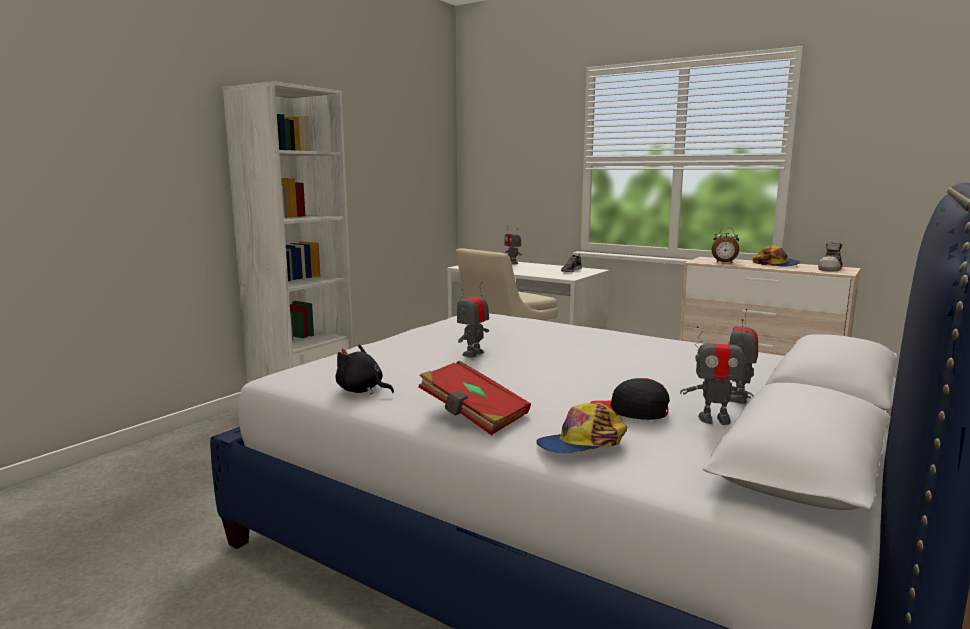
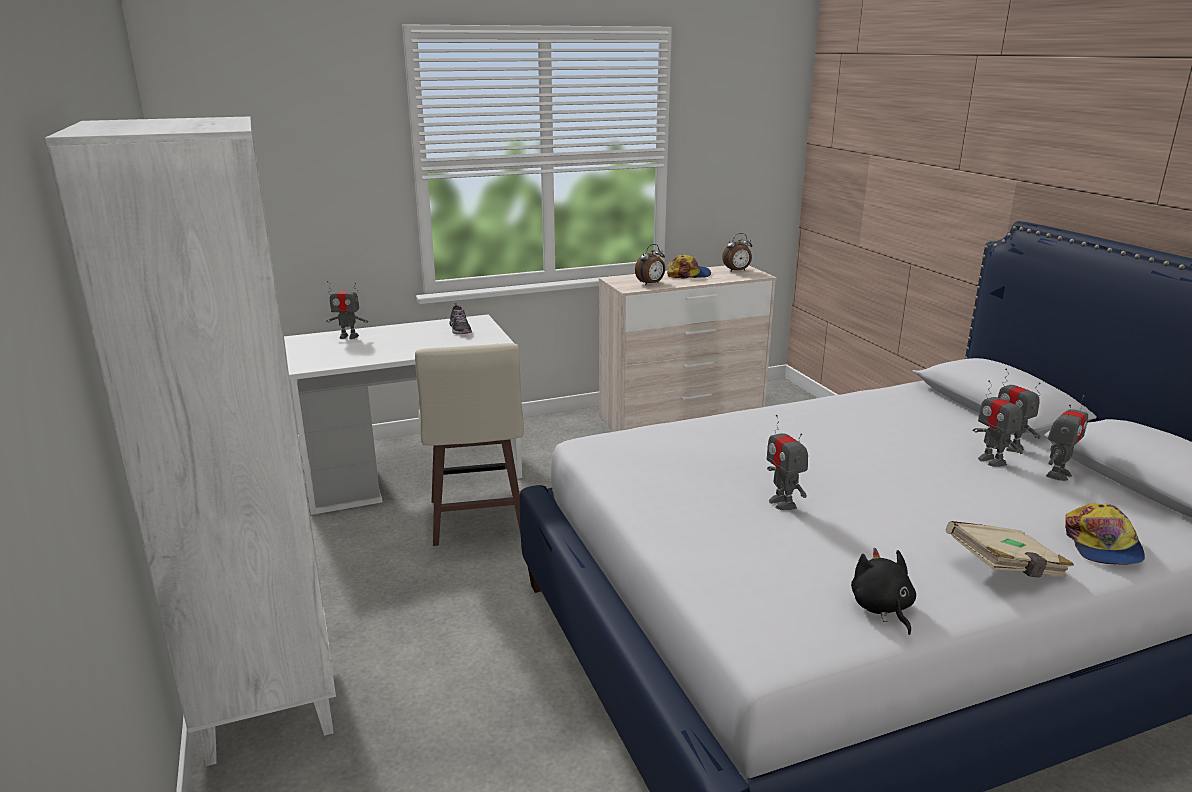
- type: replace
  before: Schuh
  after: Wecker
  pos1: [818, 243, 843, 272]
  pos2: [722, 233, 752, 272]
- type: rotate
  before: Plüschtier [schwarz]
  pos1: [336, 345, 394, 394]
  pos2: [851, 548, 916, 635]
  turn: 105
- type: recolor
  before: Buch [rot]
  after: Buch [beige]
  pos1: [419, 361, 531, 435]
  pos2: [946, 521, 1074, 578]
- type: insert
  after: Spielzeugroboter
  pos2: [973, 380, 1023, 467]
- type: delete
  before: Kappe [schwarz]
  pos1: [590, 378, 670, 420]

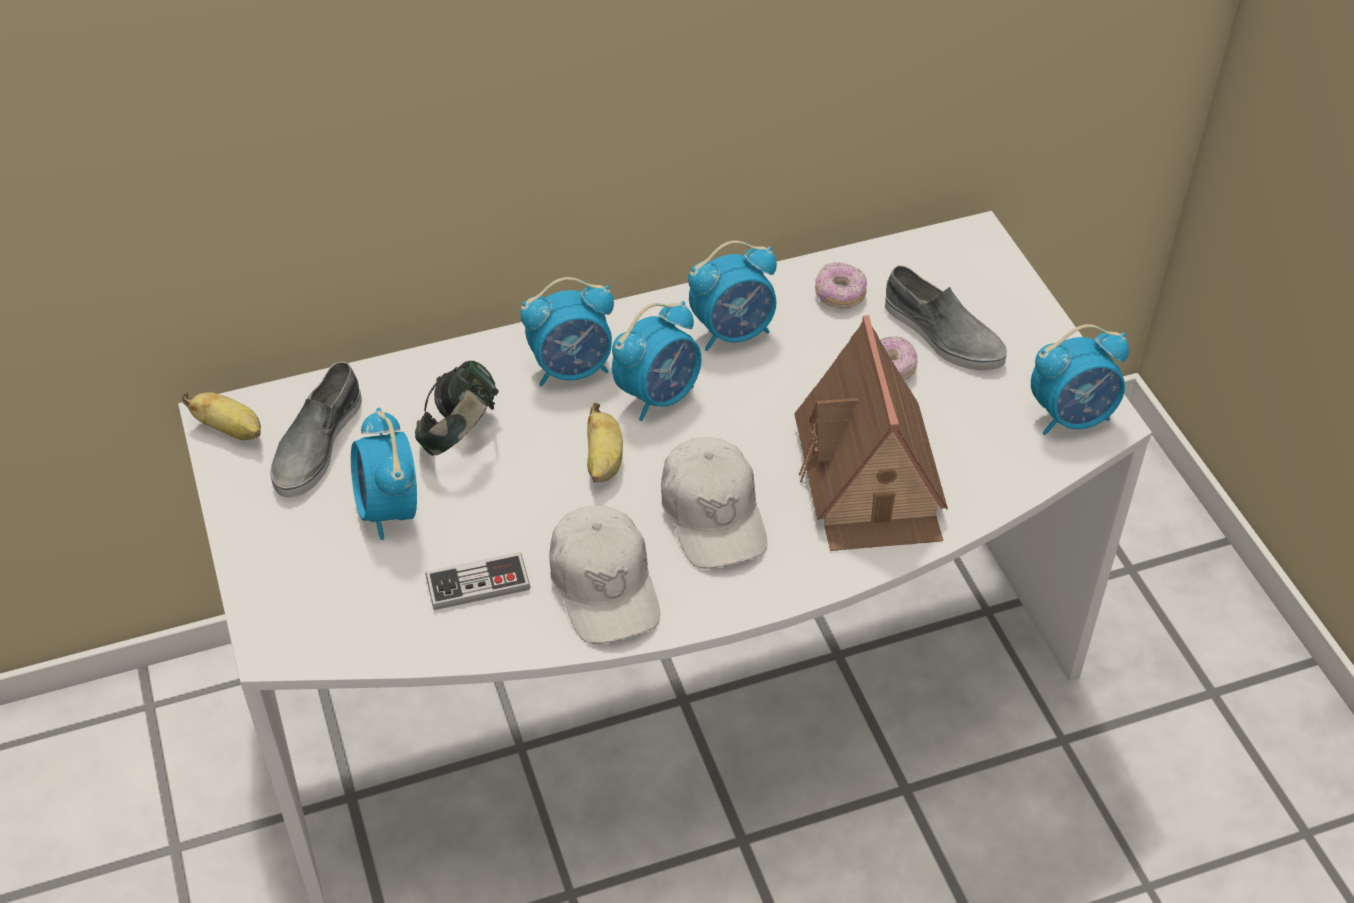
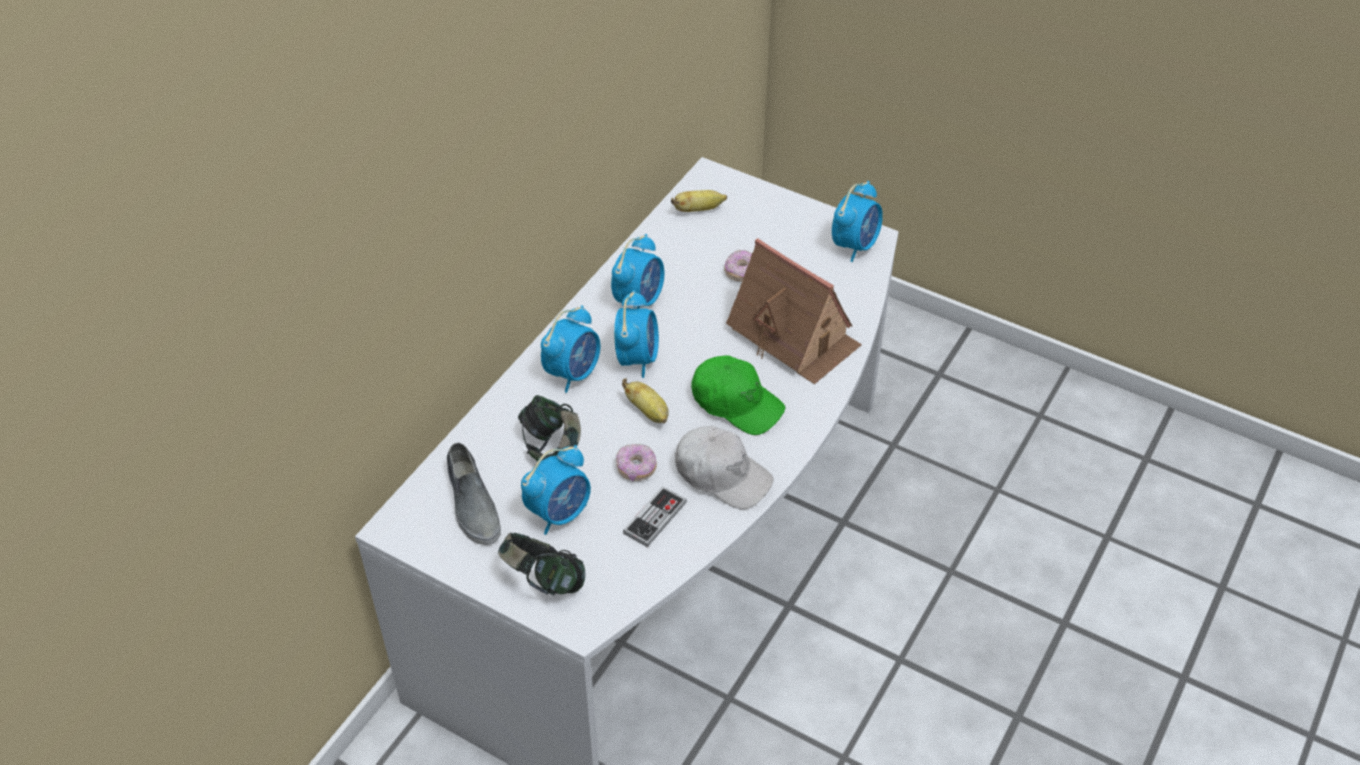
- type: insert
  after: Kopfhörer
  pos2: [498, 533, 585, 595]
- type: rotate
  before: Wecker
  pos1: [351, 408, 417, 540]
  pos2: [521, 445, 591, 535]
  turn: -75
- type: move
  before: Donut
  pos1: [815, 262, 867, 308]
  pos2: [616, 444, 657, 481]
- type: move
  before: Banane
  pos1: [182, 392, 261, 440]
  pos2: [671, 190, 727, 212]
- type: recolor
  before: Kappe [weiß]
  after: Kappe [grün]
  pos1: [661, 437, 767, 569]
  pos2: [691, 355, 785, 435]
- type: delete
  before: Schuh [grau]
  pos1: [885, 265, 1007, 370]

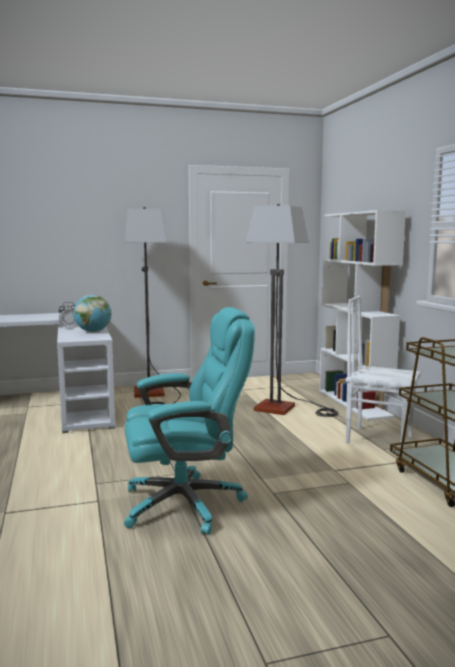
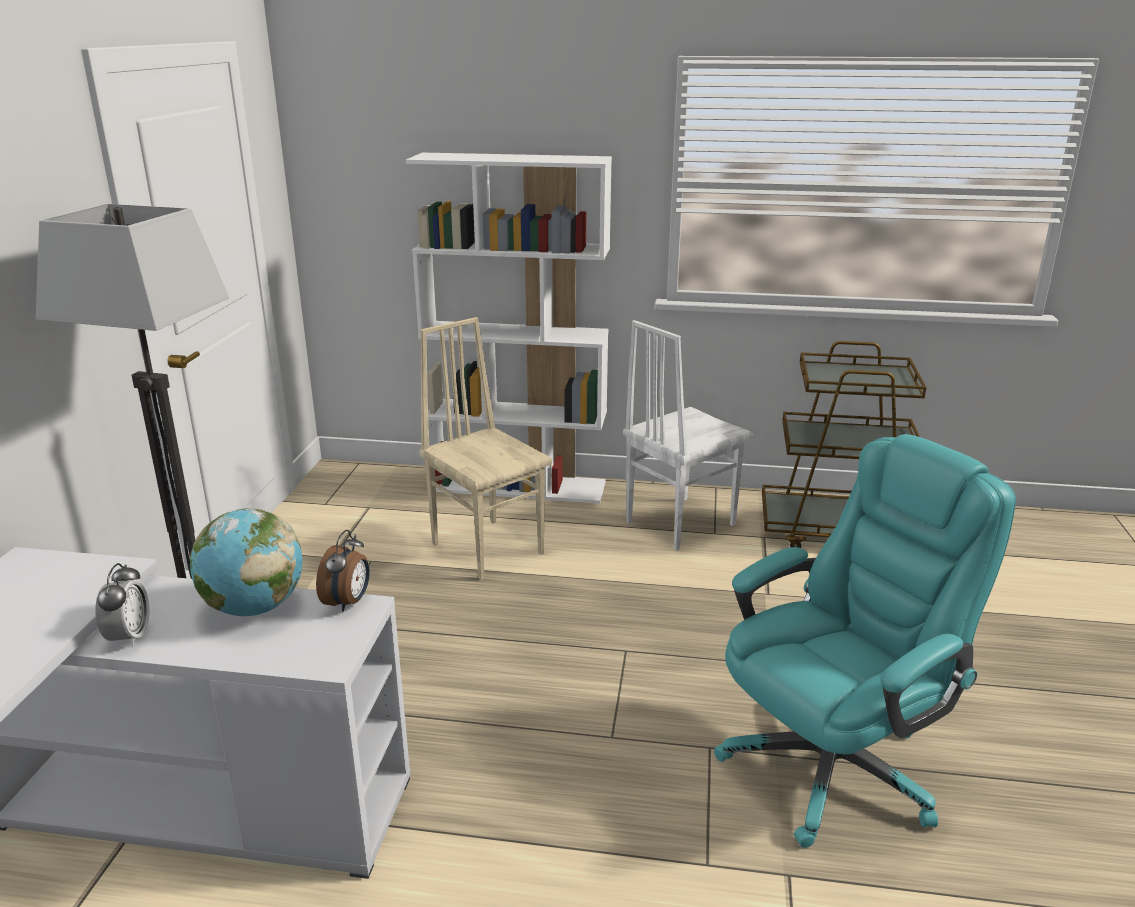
- type: insert
  after: Wecker
  pos2: [316, 530, 370, 612]
- type: replace
  before: Stehlampe
  after: Stuhl [beige]
  pos1: [245, 204, 339, 417]
  pos2: [419, 317, 552, 580]
- type: rotate
  before: Bürostuhl [türkis]
  pos1: [124, 307, 255, 535]
  pos2: [714, 434, 1016, 848]
  turn: 45

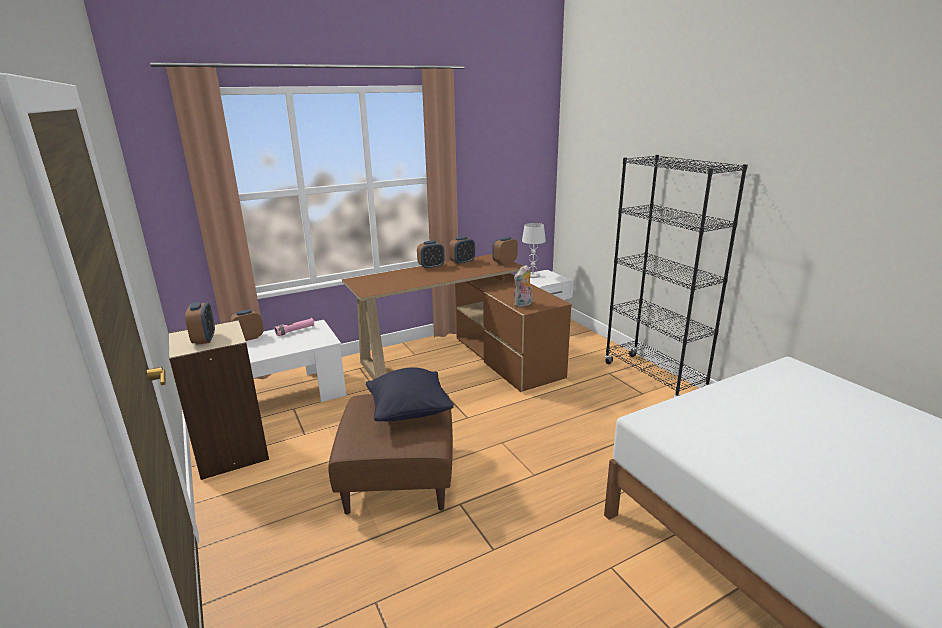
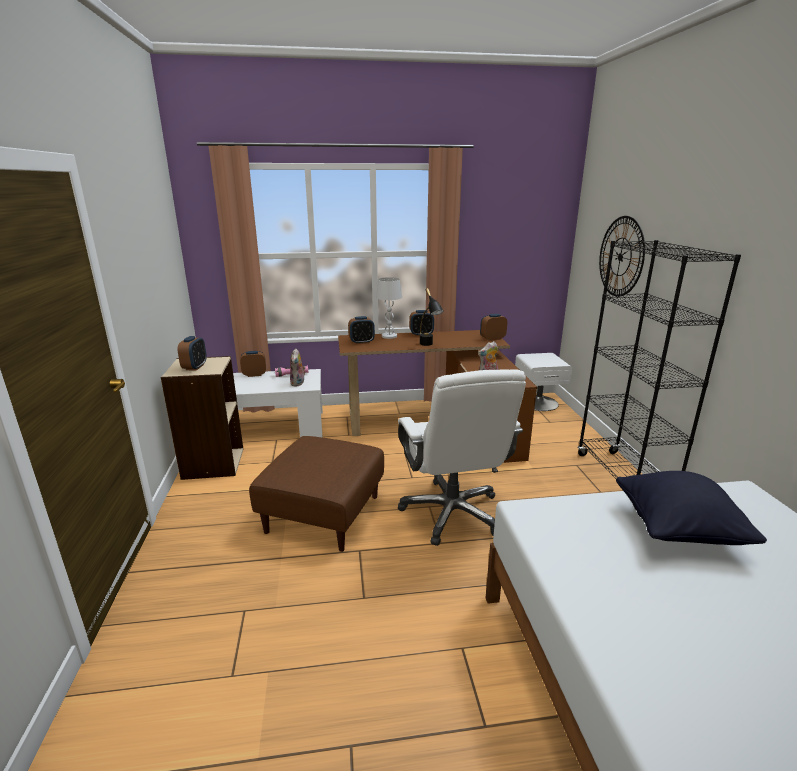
- type: insert
  after: Plüschtier
  pos2: [290, 348, 306, 386]
- type: move
  before: Wecker
  pos1: [449, 236, 475, 265]
  pos2: [348, 316, 375, 344]
- type: move
  before: Tischlampe [weiß]
  pos1: [522, 223, 546, 278]
  pos2: [376, 277, 402, 339]
- type: insert
  after: Bürostuhl [weiß]
  pos2: [398, 369, 526, 546]
- type: insert
  after: Tischlampe [schwarz]
  pos2: [420, 288, 444, 346]
- type: insert
  after: Wanduhr
  pos2: [599, 216, 645, 297]
- type: move
  before: Kissen [schwarz]
  pos1: [366, 367, 454, 421]
  pos2: [616, 471, 767, 545]

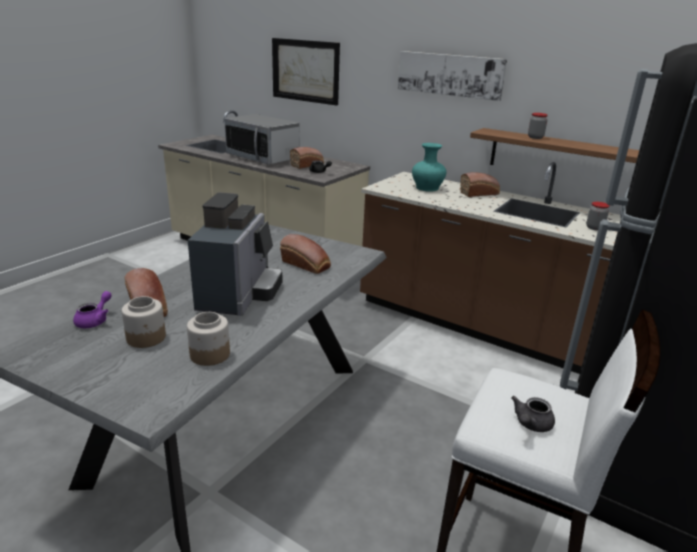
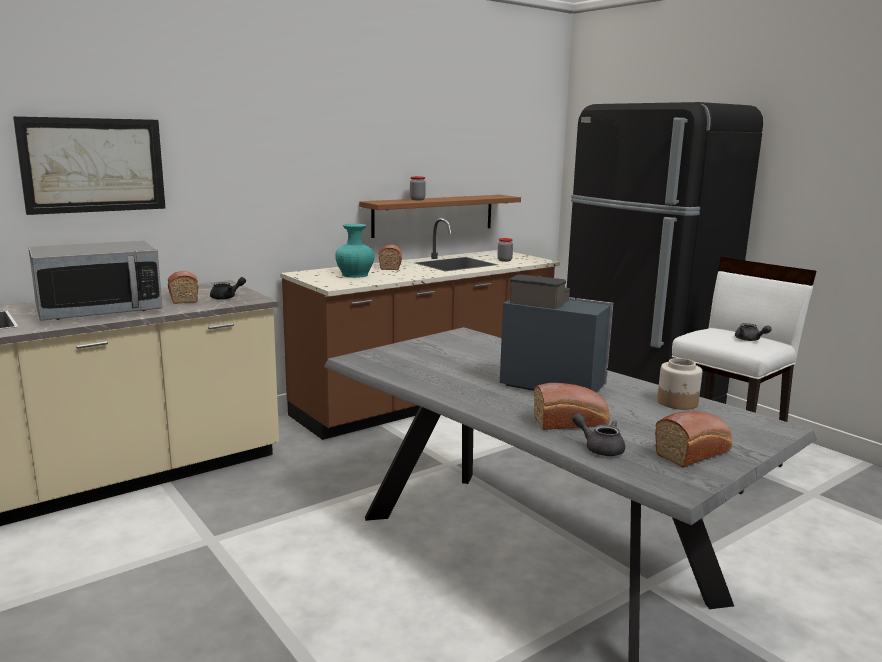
- type: recolor
  before: Teekanne [lila]
  after: Teekanne [grau]
  pos1: [73, 291, 112, 328]
  pos2: [572, 413, 625, 456]
- type: move
  before: Brot
  pos1: [280, 234, 331, 274]
  pos2: [655, 411, 732, 467]
- type: delete
  before: Vorratsglas
  pos1: [122, 296, 166, 348]
- type: delete
  before: Bild
  pos1: [398, 51, 507, 101]

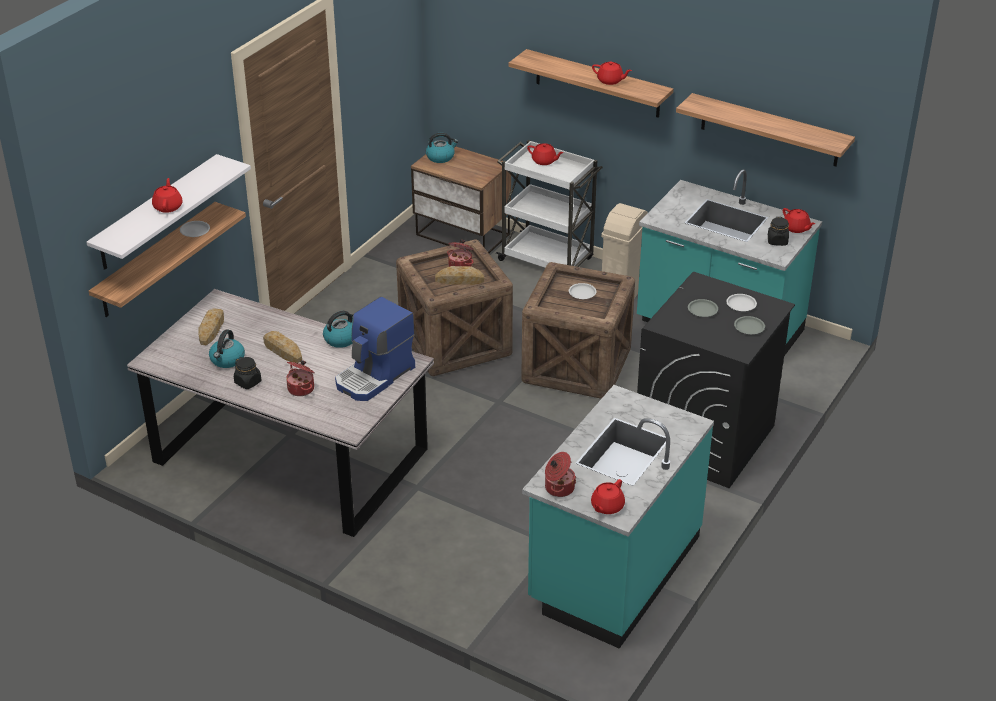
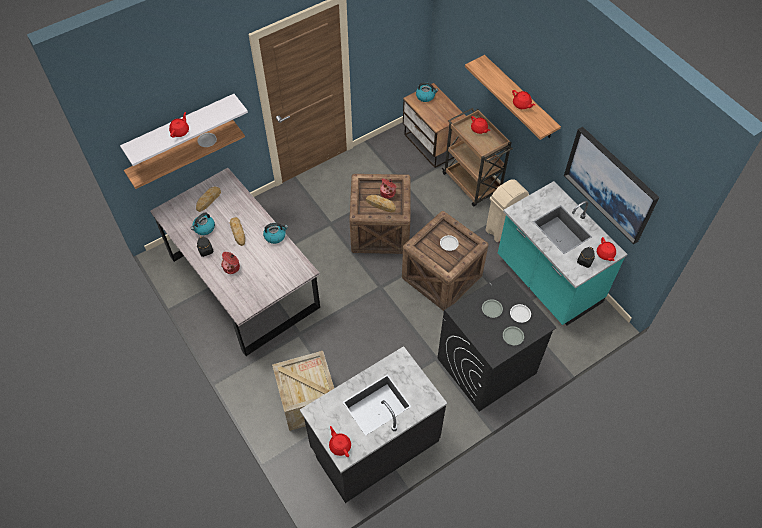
- type: insert
  after: Kiste
  pos2: [272, 351, 334, 431]
- type: recolor
  before: Küchenzeile [türkis]
  after: Küchenzeile [schwarz]
  pos1: [522, 385, 714, 649]
  pos2: [300, 346, 447, 503]
- type: rotate
  before: Teekanne [rot]
  pos1: [591, 479, 625, 514]
  pos2: [329, 426, 351, 457]
  turn: 90
- type: recolor
  before: Rollwagen [weiß]
  after: Rollwagen [braun]
  pos1: [496, 140, 603, 268]
  pos2: [442, 108, 513, 207]
- type: replace
  before: Wandregal
  after: Bild
  pos1: [676, 93, 855, 166]
  pos2: [564, 127, 659, 244]
- type: delete
  before: Kaffeemaschine
  pos1: [335, 297, 415, 401]
- type: delete
  before: Kochtopf
  pos1: [545, 452, 576, 497]

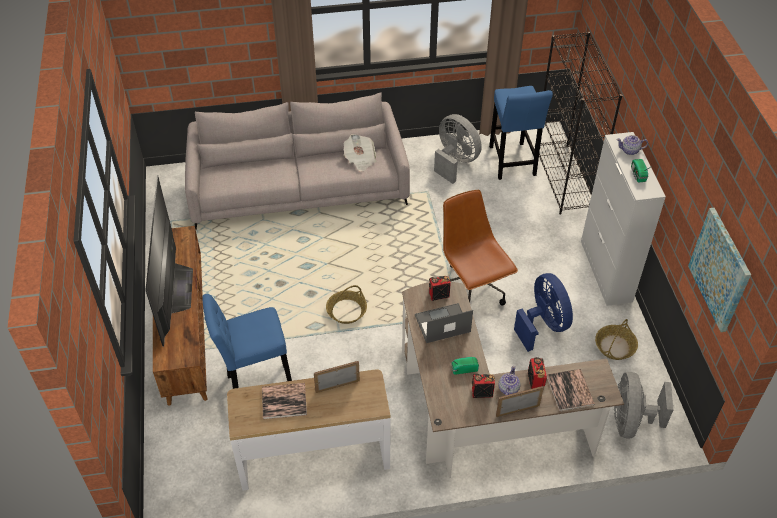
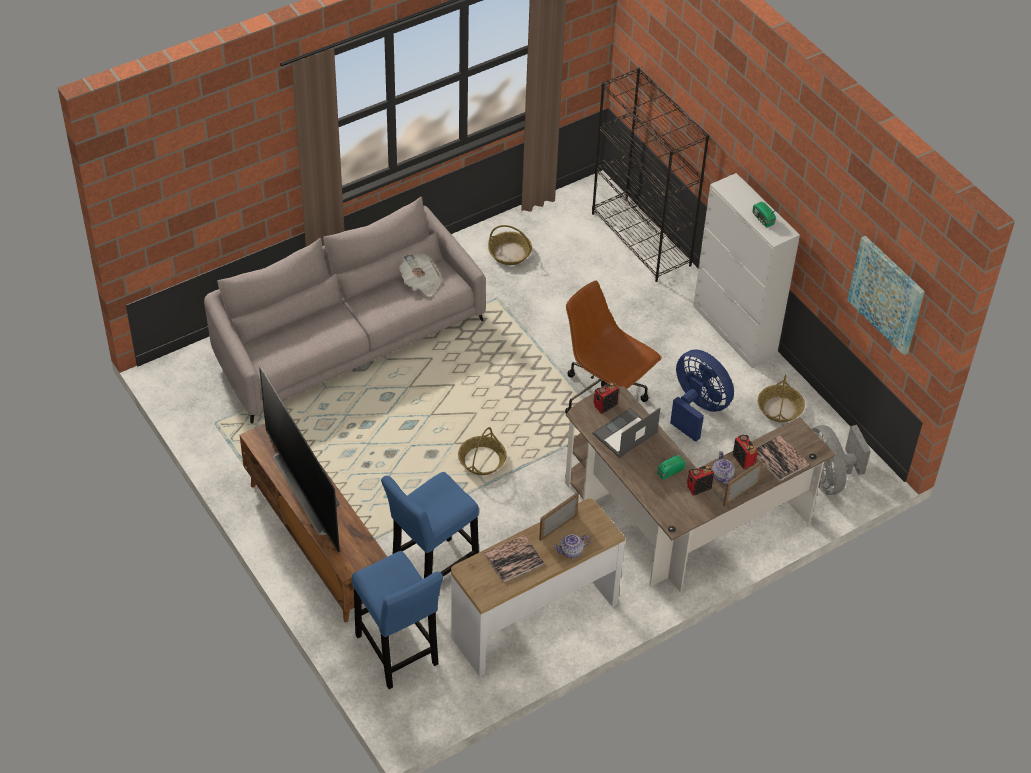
- type: move
  before: Hocker [blau]
  pos1: [489, 86, 553, 180]
  pos2: [352, 551, 443, 689]
- type: replace
  before: Ventilator [grau]
  after: Korb
  pos1: [434, 114, 482, 184]
  pos2: [488, 225, 532, 265]
- type: move
  before: Teekanne
  pos1: [616, 135, 648, 155]
  pos2: [554, 534, 590, 558]

